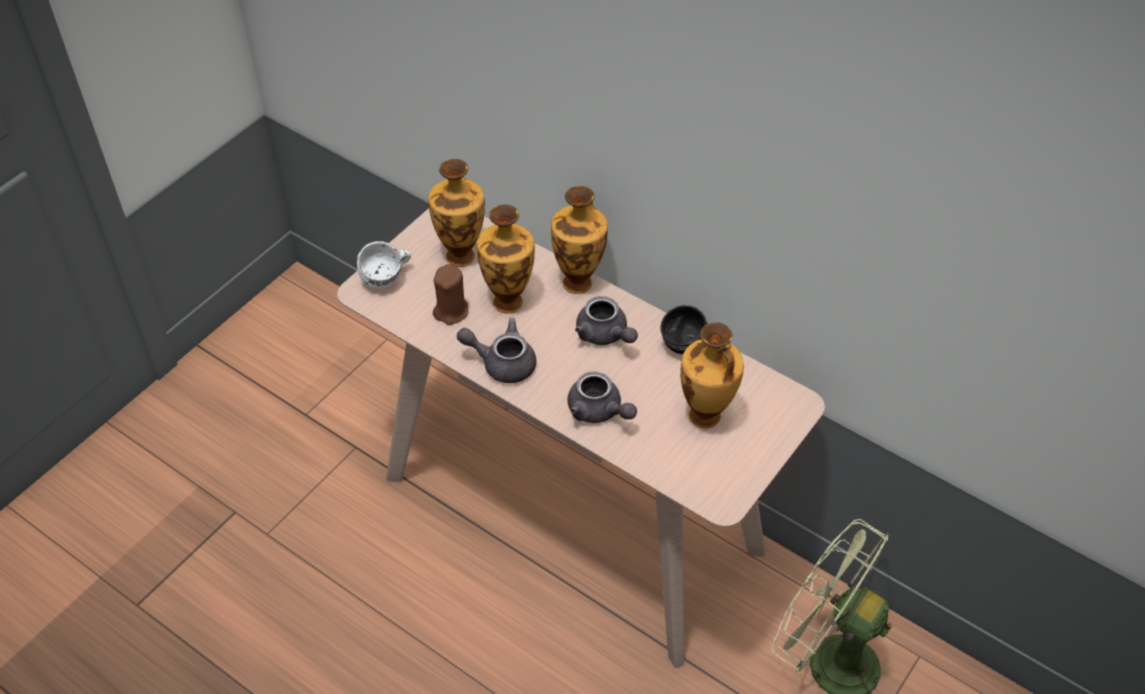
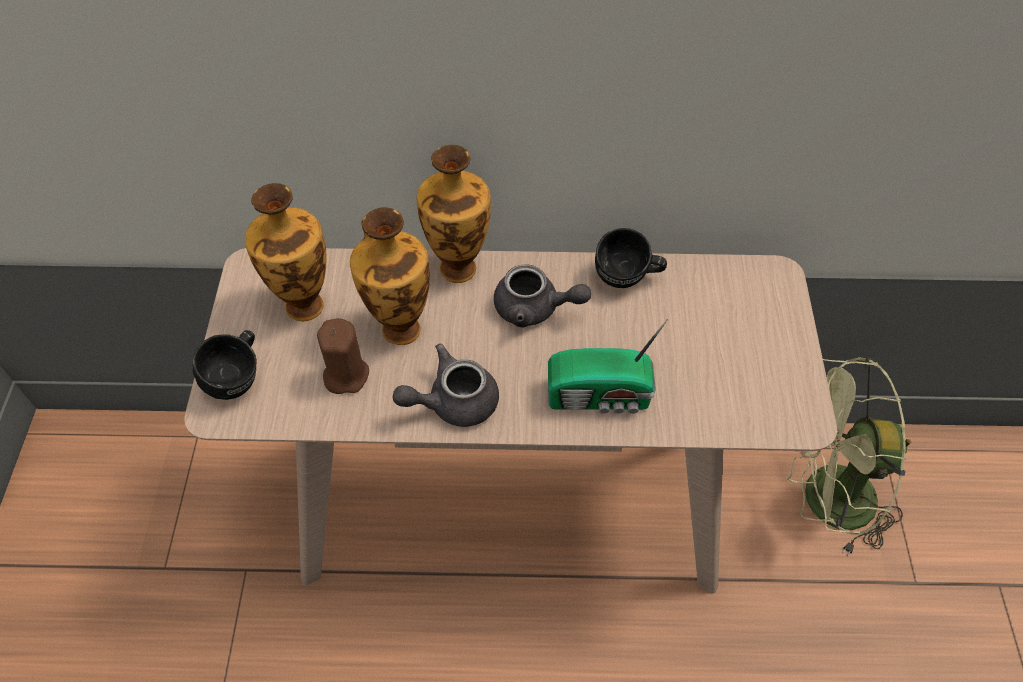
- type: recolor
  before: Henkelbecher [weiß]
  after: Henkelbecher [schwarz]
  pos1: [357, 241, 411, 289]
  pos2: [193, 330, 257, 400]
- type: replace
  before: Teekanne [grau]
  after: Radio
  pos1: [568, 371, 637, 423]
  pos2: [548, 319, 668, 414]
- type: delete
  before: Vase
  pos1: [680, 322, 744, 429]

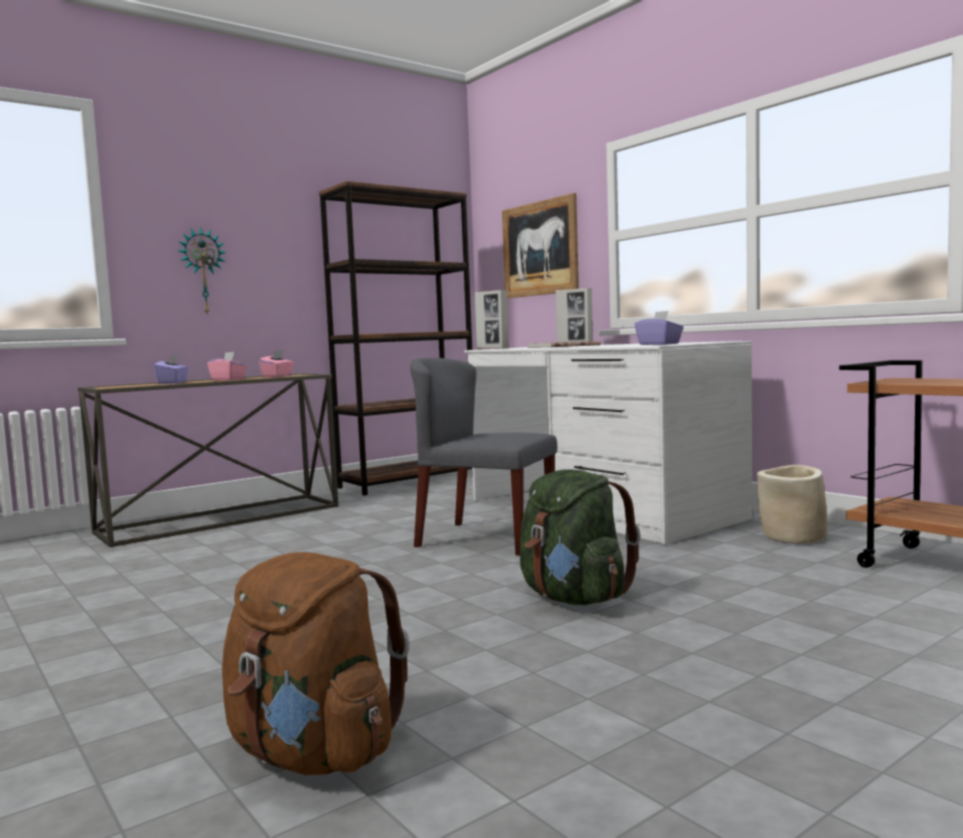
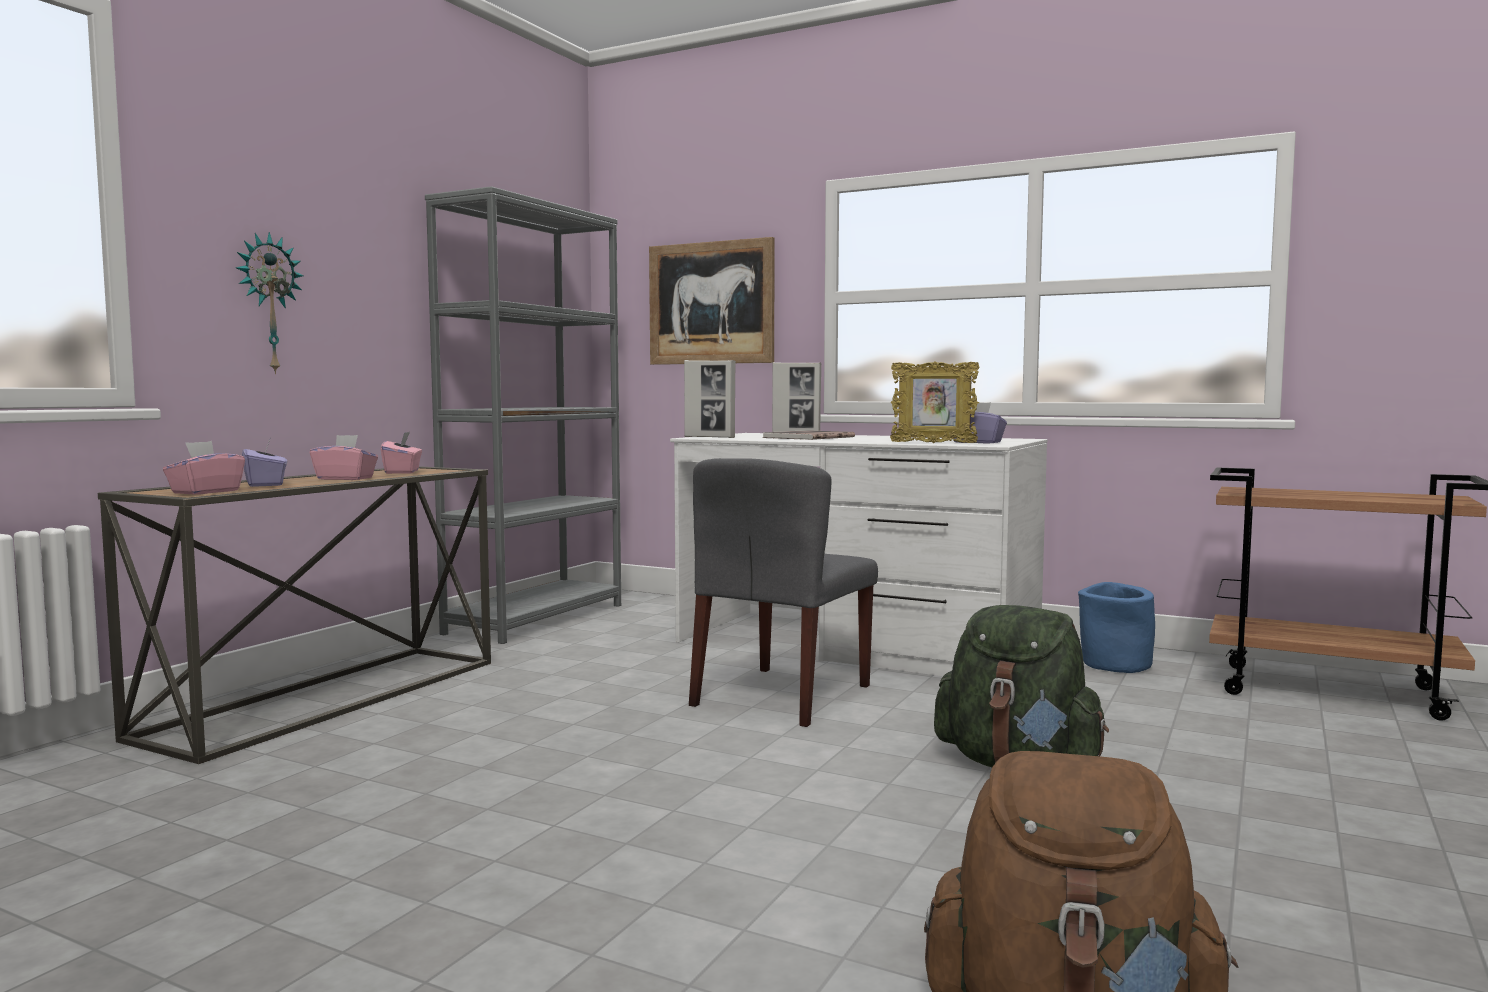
- type: insert
  after: Taschentuchbox [rosa]
  pos2: [163, 441, 245, 494]
- type: recolor
  before: Bücherregal [braun]
  after: Bücherregal [grau]
  pos1: [319, 181, 473, 496]
  pos2: [425, 186, 621, 644]
- type: rotate
  before: Stuhl [grau]
  pos1: [410, 358, 557, 556]
  pos2: [689, 458, 878, 727]
  turn: -60
- type: insert
  after: Bilderrahmen
  pos2: [890, 361, 980, 444]
- type: recolor
  before: Pflanzkübel [beige]
  after: Pflanzkübel [blau]
  pos1: [757, 465, 827, 544]
  pos2: [1078, 582, 1155, 673]

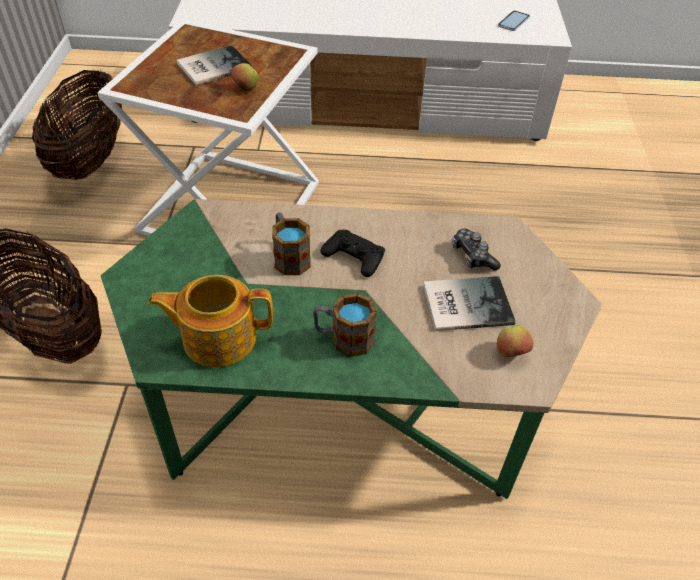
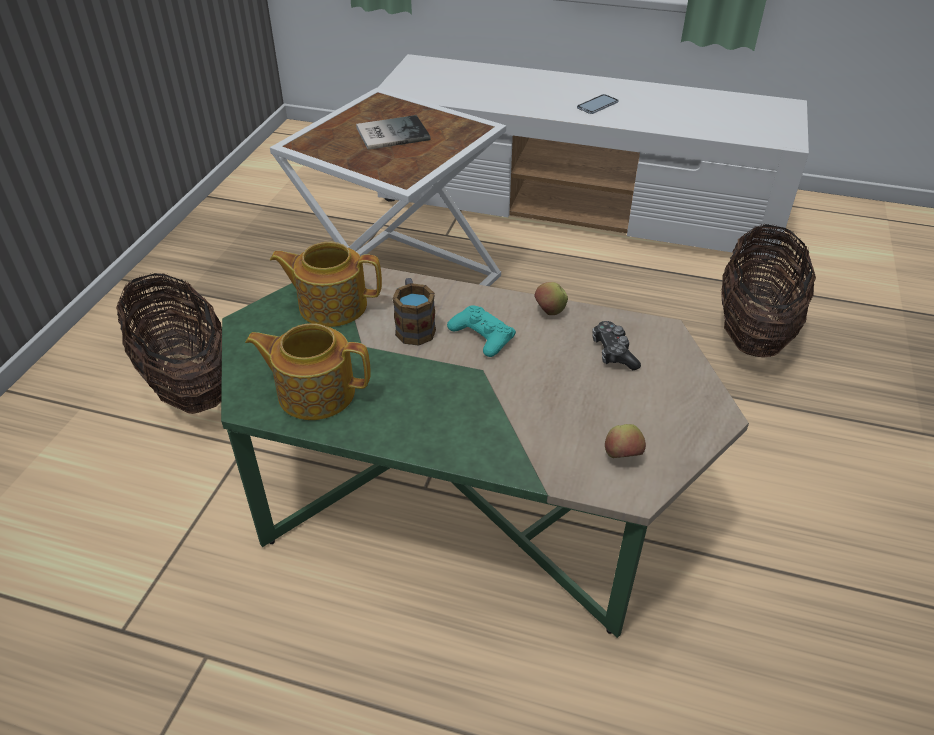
- type: insert
  after: Teekanne
  pos2: [270, 242, 382, 327]
- type: recolor
  before: Gamepad [schwarz]
  after: Gamepad [türkis]
  pos1: [320, 230, 385, 277]
  pos2: [447, 306, 516, 357]
- type: move
  before: Apfel
  pos1: [231, 63, 258, 91]
  pos2: [534, 282, 568, 315]
- type: move
  before: Handy
  pos1: [498, 11, 530, 31]
  pos2: [577, 94, 619, 114]
- type: move
  before: Korb
  pos1: [32, 69, 122, 180]
  pos2: [721, 224, 816, 358]
- type: delete
  before: Henkelbecher
  pos1: [313, 293, 377, 357]
- type: delete
  before: Buch
  pos1: [423, 276, 516, 331]

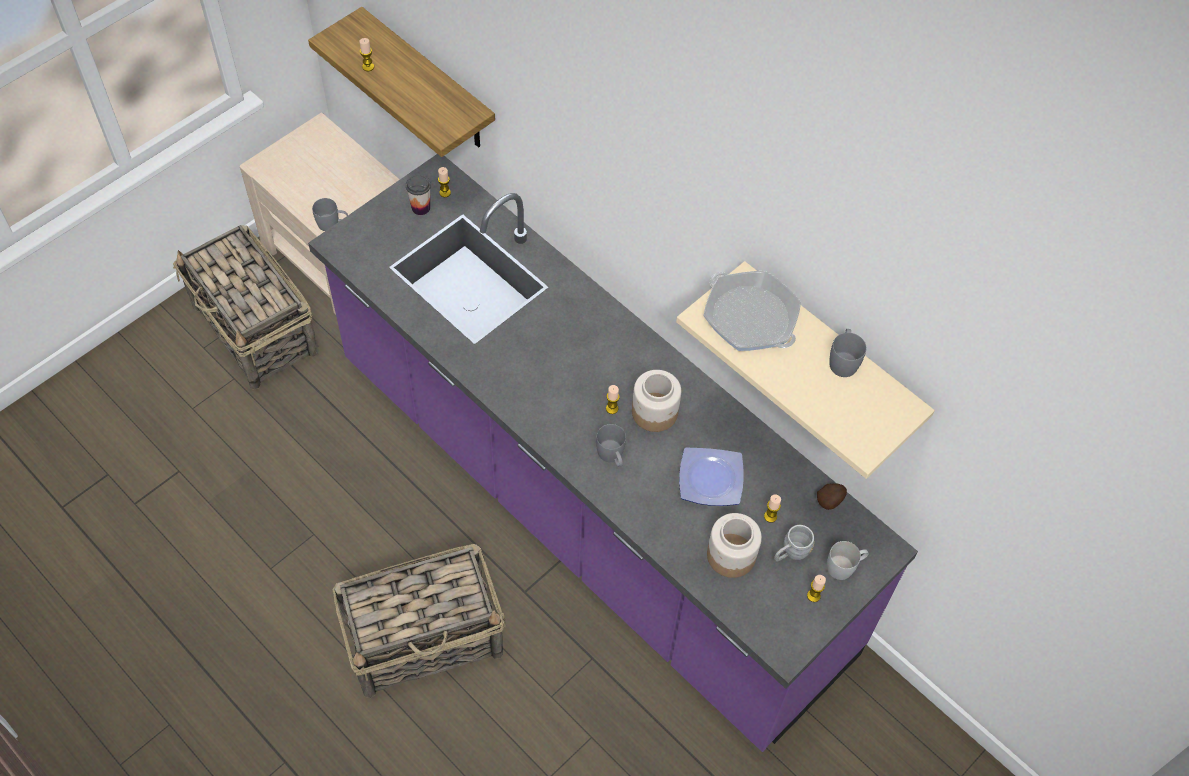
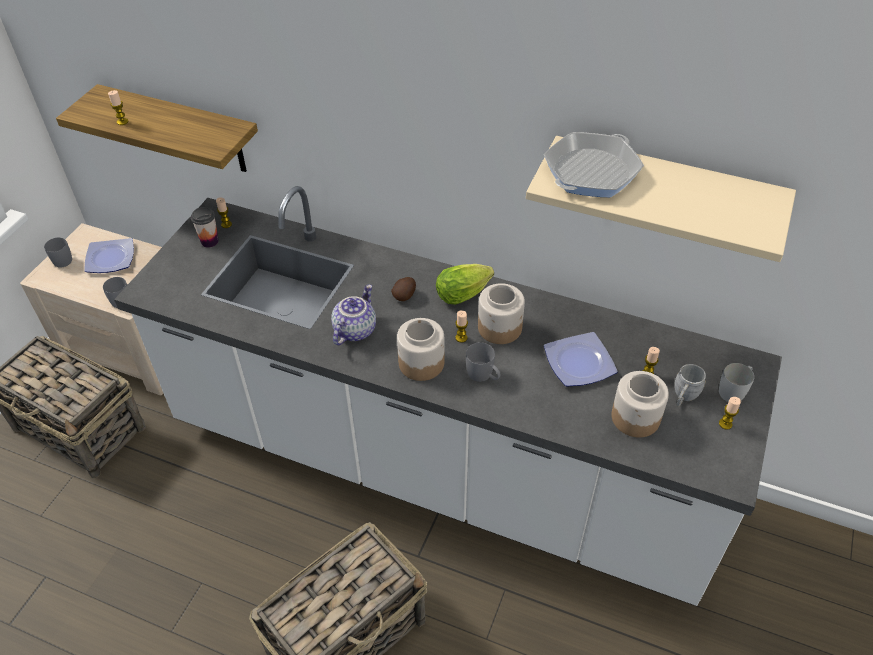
- type: move
  before: Henkelbecher [grau]
  pos1: [829, 329, 866, 377]
  pos2: [44, 237, 72, 267]
- type: insert
  after: Teller
  pos2: [85, 238, 134, 273]
- type: recolor
  before: Küchenzeile [lila]
  after: Küchenzeile [weiß]
  pos1: [308, 154, 918, 752]
  pos2: [114, 186, 782, 606]
- type: insert
  after: Teekanne
  pos2: [331, 284, 376, 345]
- type: move
  before: Kartoffel
  pos1: [817, 483, 847, 510]
  pos2: [391, 277, 416, 301]
- type: insert
  after: Vorratsglas
  pos2: [397, 318, 444, 381]
- type: insert
  after: Salatkopf
  pos2: [436, 264, 494, 305]
- type: rotate
  before: Pfanne
  pos1: [703, 271, 801, 351]
  pos2: [544, 132, 644, 197]
  turn: -75

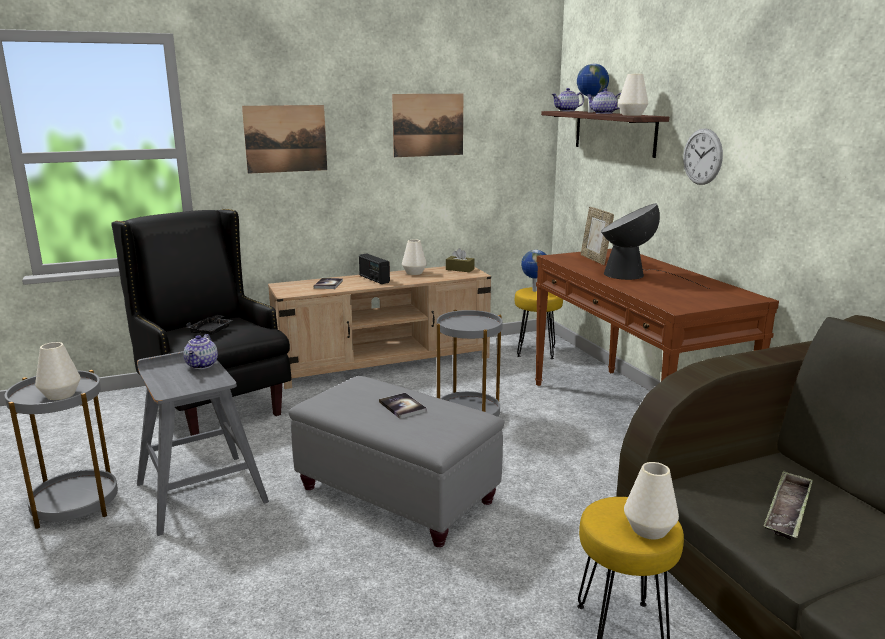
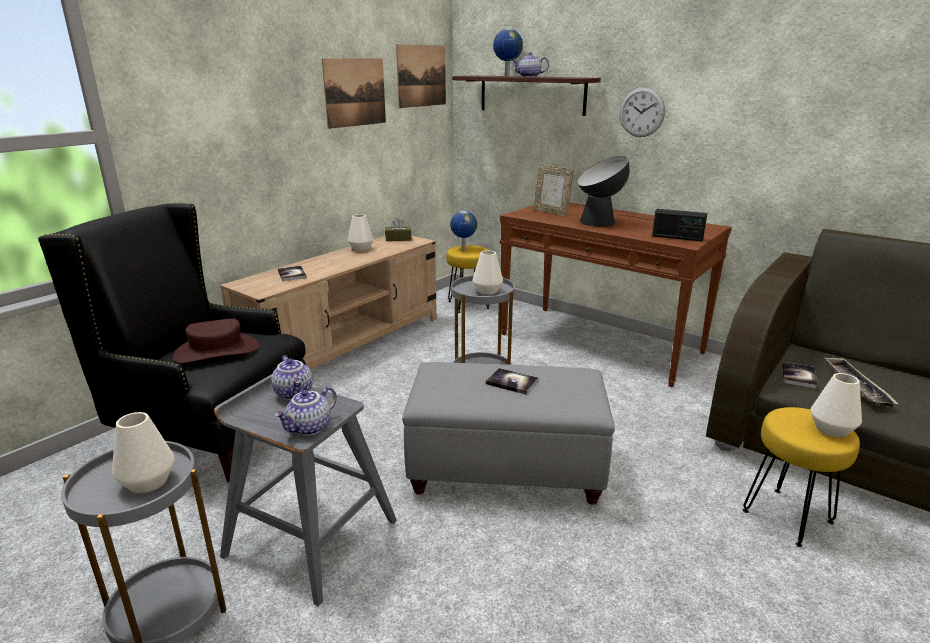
- type: replace
  before: Tablett [schwarz]
  after: Hut [braun]
  pos1: [186, 315, 233, 335]
  pos2: [173, 318, 259, 364]
- type: move
  before: Teekanne
  pos1: [551, 88, 584, 111]
  pos2: [274, 387, 337, 436]
- type: move
  before: Bild
  pos1: [242, 105, 327, 174]
  pos2: [396, 44, 446, 108]
- type: move
  before: Vase [weiß]
  pos1: [618, 74, 648, 116]
  pos2: [473, 250, 503, 295]
- type: move
  before: Radio
  pos1: [359, 254, 390, 284]
  pos2: [652, 209, 707, 241]
- type: insert
  after: Buch
  pos2: [782, 362, 818, 389]

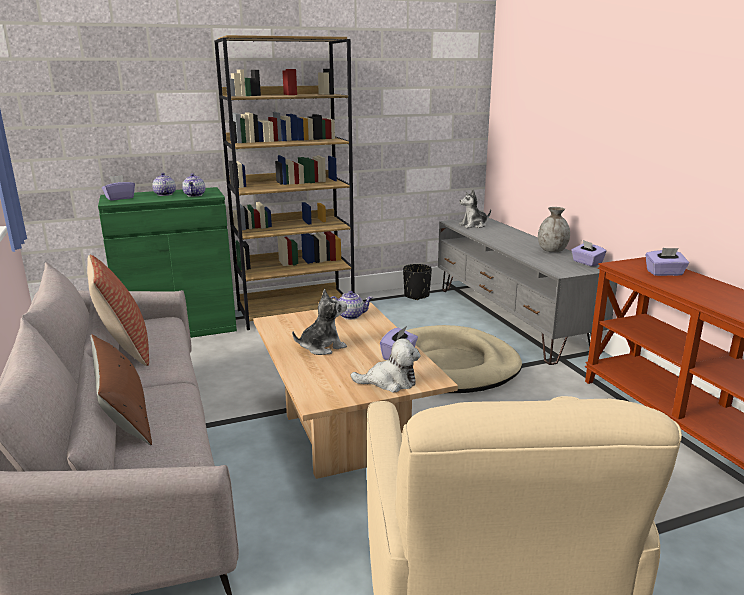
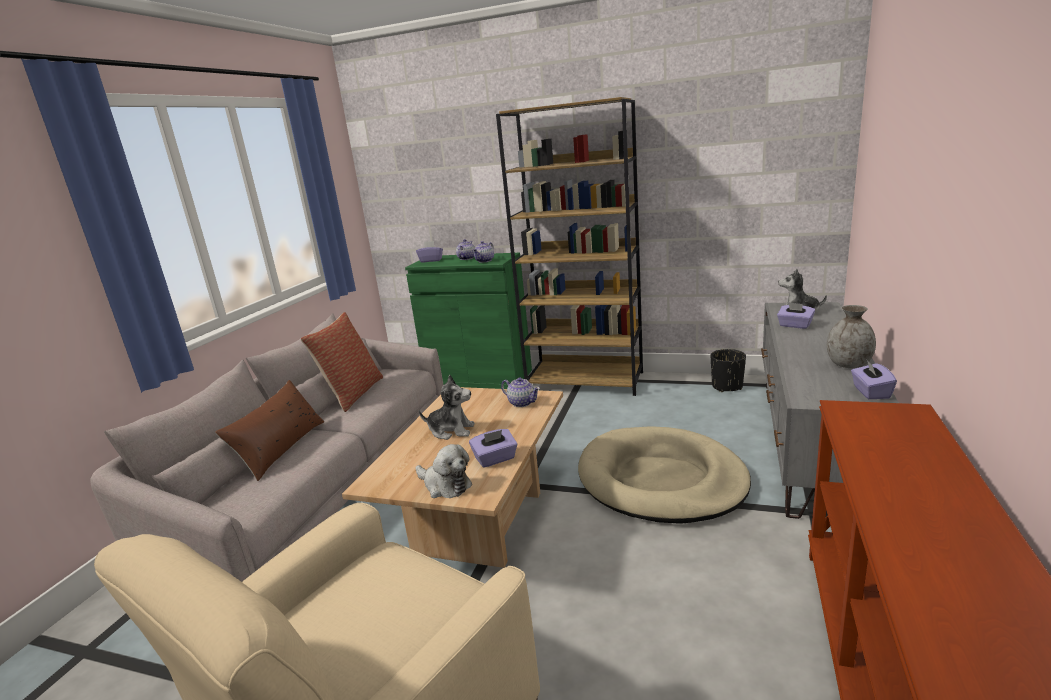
- type: move
  before: Taschentuchbox [lila]
  pos1: [646, 248, 689, 276]
  pos2: [777, 302, 815, 329]

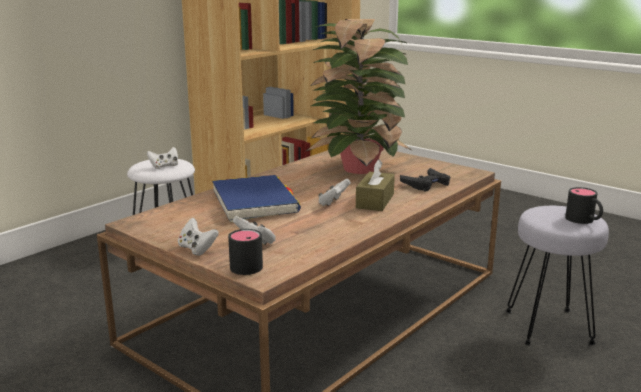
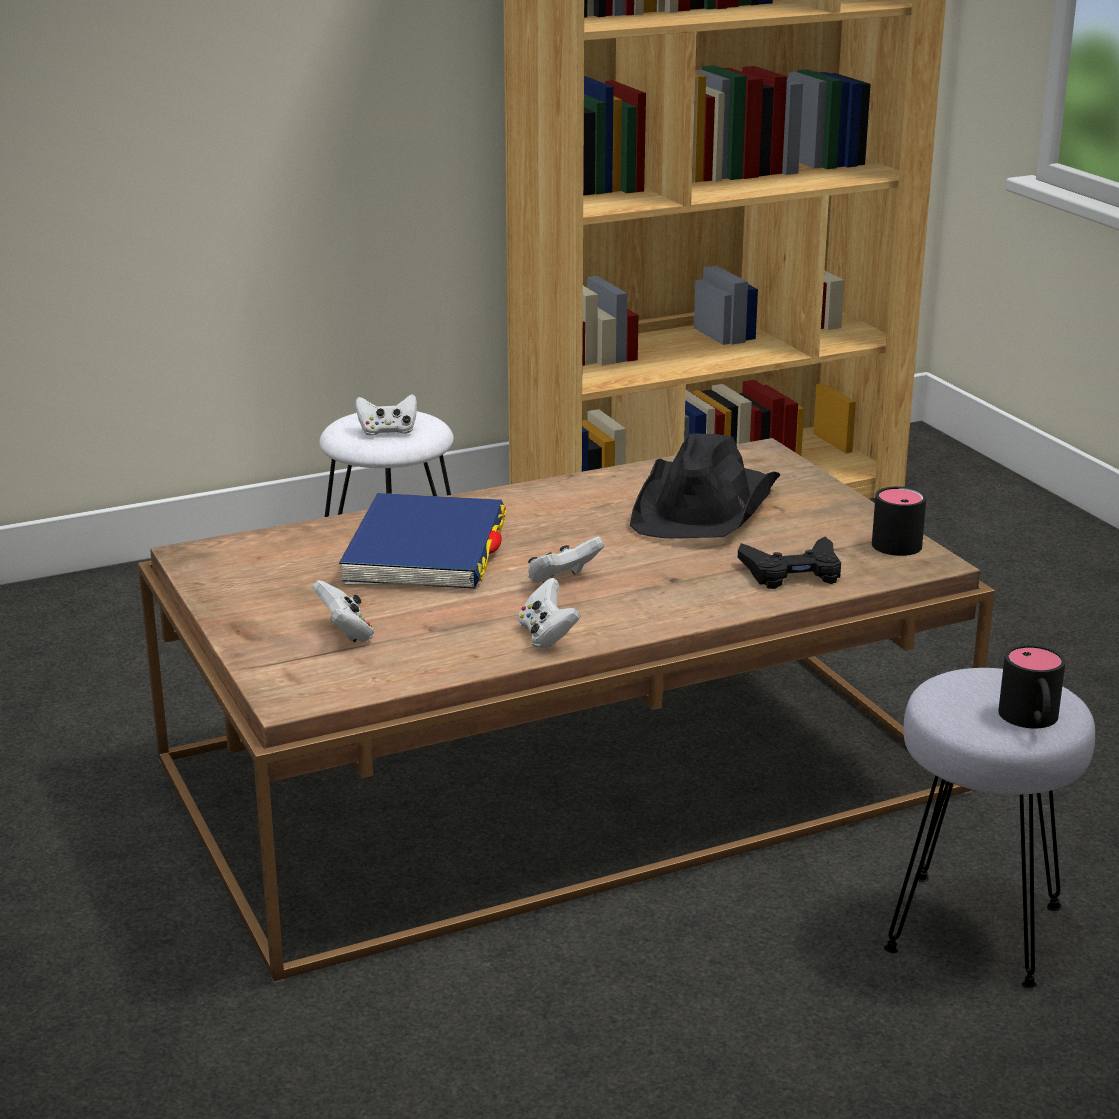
- type: move
  before: Gamepad [weiß]
  pos1: [178, 218, 219, 256]
  pos2: [518, 578, 581, 649]
- type: replace
  before: Topfpflanze
  after: Hut [schwarz]
  pos1: [306, 19, 413, 174]
  pos2: [630, 433, 780, 539]
- type: move
  before: Henkelbecher [schwarz]
  pos1: [228, 229, 263, 275]
  pos2: [872, 486, 927, 556]
- type: delete
  before: Taschentuchbox [braun]
  pos1: [356, 159, 395, 211]

